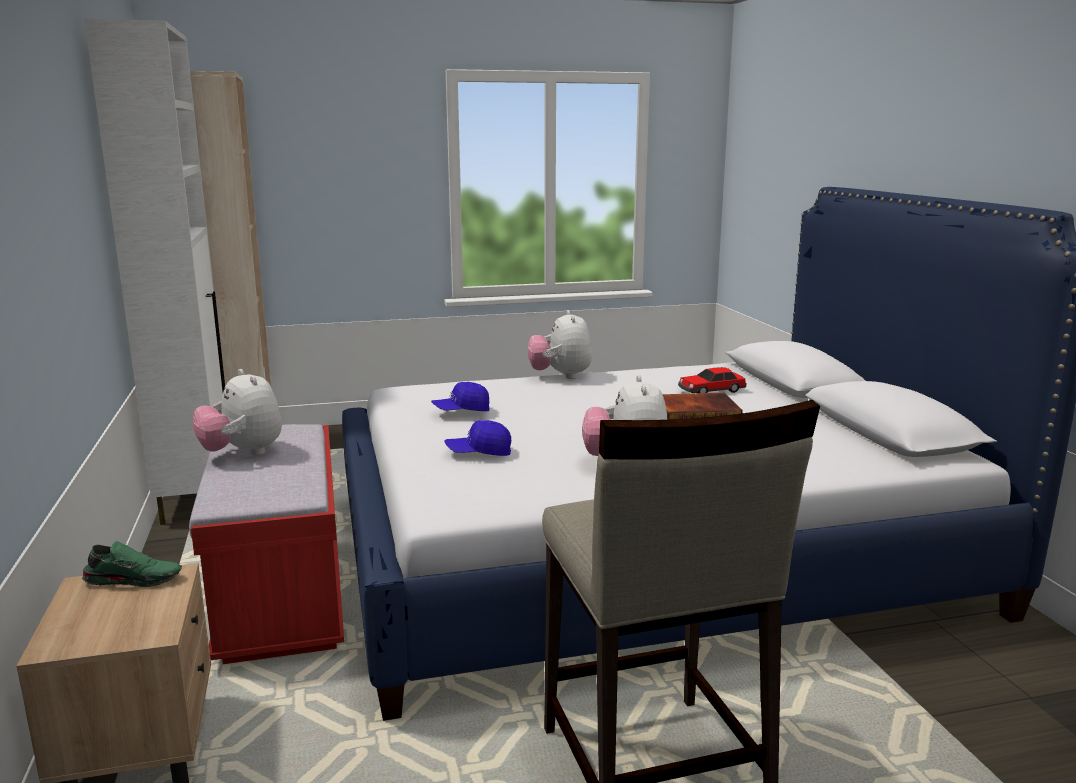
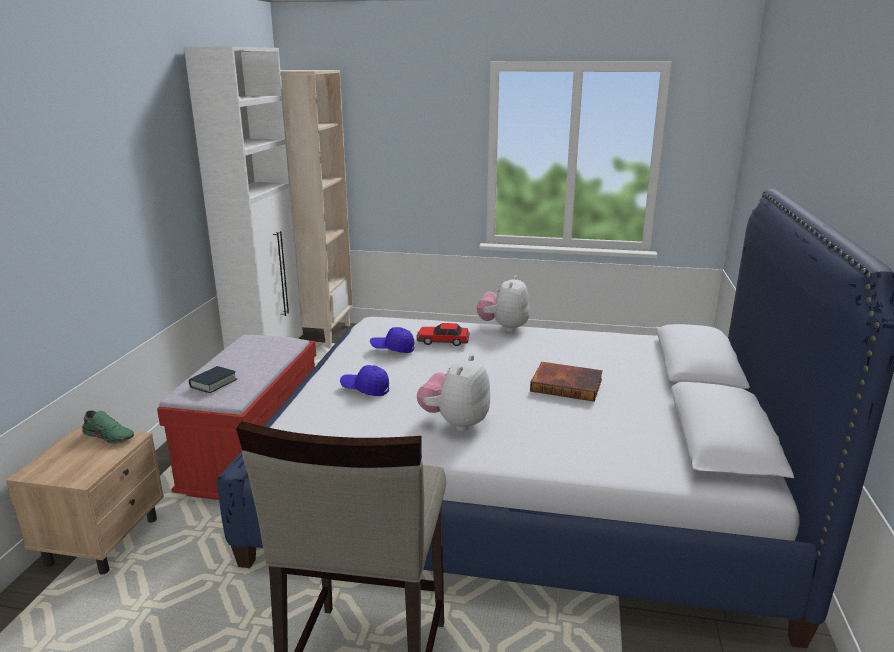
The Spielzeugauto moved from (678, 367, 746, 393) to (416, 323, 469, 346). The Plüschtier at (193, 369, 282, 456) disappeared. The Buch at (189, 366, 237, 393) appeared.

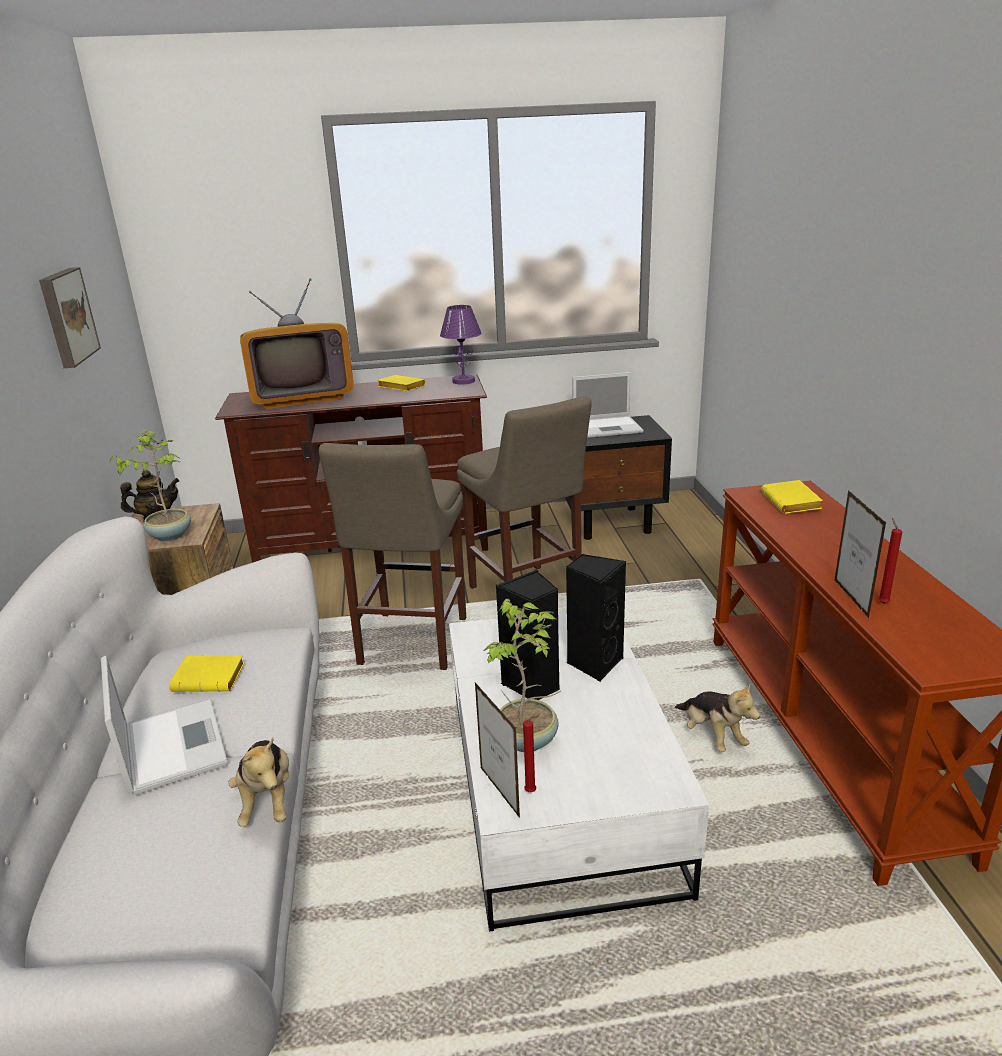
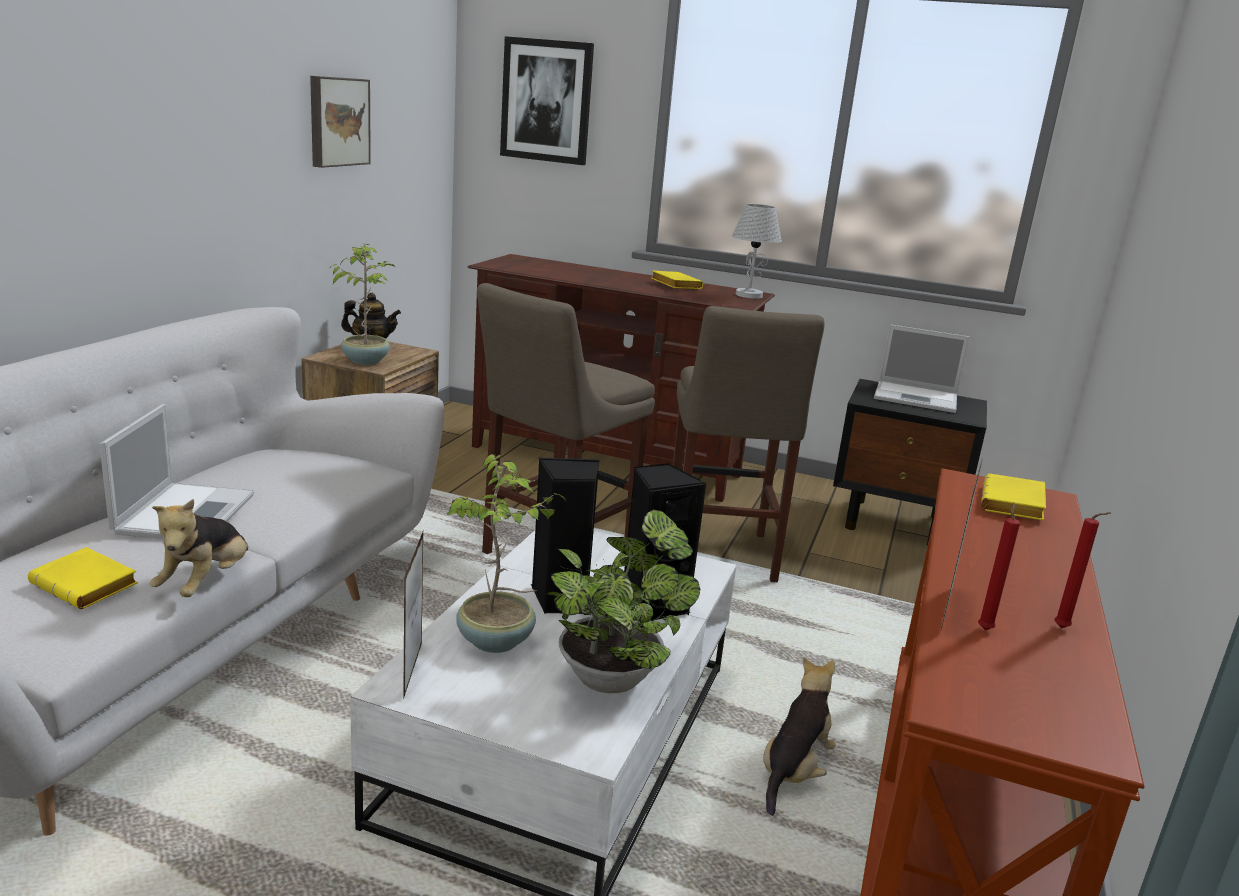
The Fernseher at (240, 278, 354, 409) disappeared. The Tischlampe/lila at (440, 305, 482, 385) became the Tischlampe/weiß at (732, 204, 782, 299). The Buch/gelb moved from (169, 655, 244, 692) to (28, 547, 138, 609). The Plüschtier at (675, 683, 760, 752) turned 150 degrees counterclockwise. The Kerze/rot moved from (523, 716, 538, 792) to (1054, 512, 1111, 628). The Bild at (500, 36, 594, 165) appeared. The Topfpflanze at (546, 510, 700, 693) appeared.

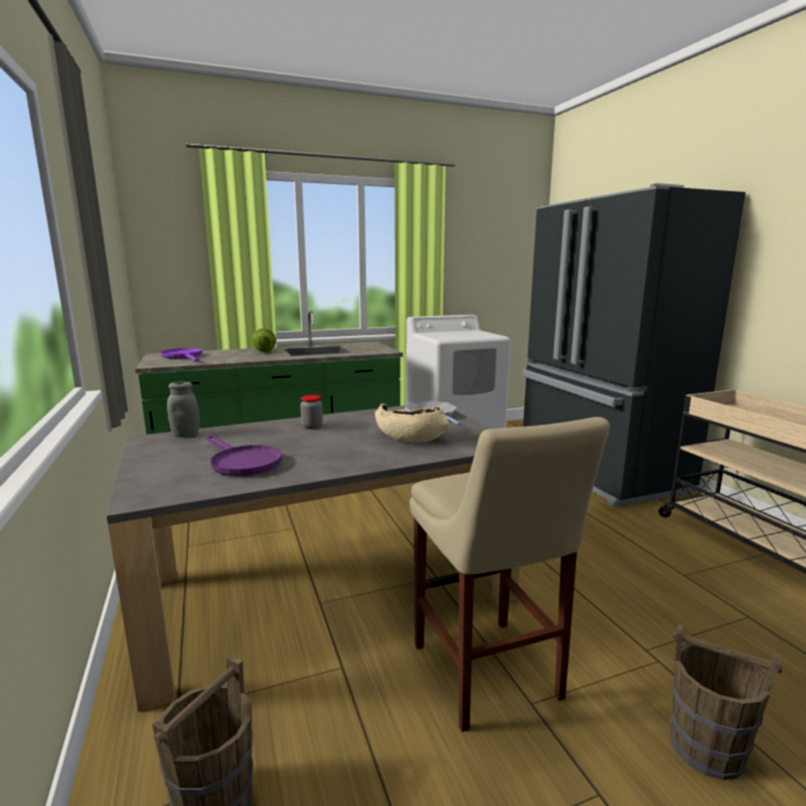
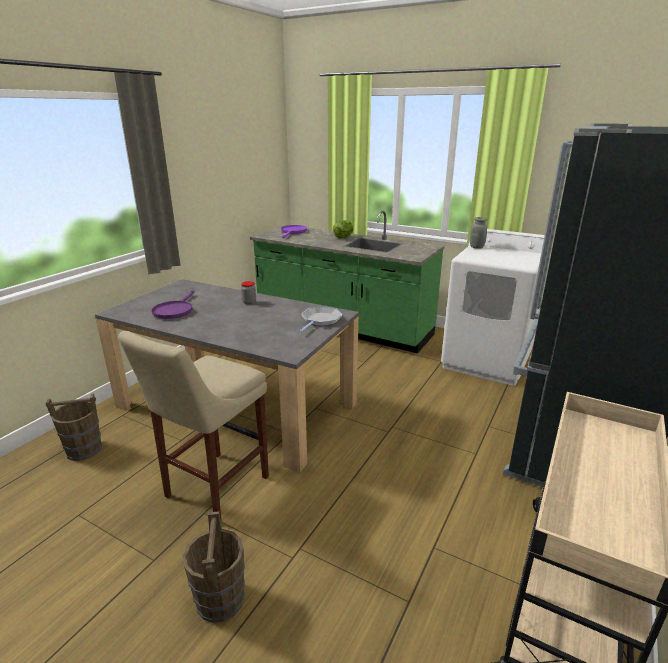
The Vorratsglas/grau moved from (167, 382, 200, 438) to (470, 217, 487, 249). The Schüssel/beige at (375, 404, 450, 443) disappeared.

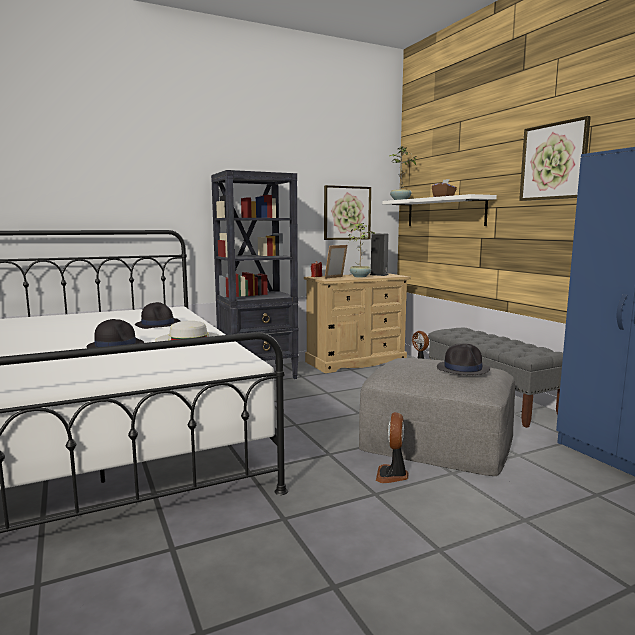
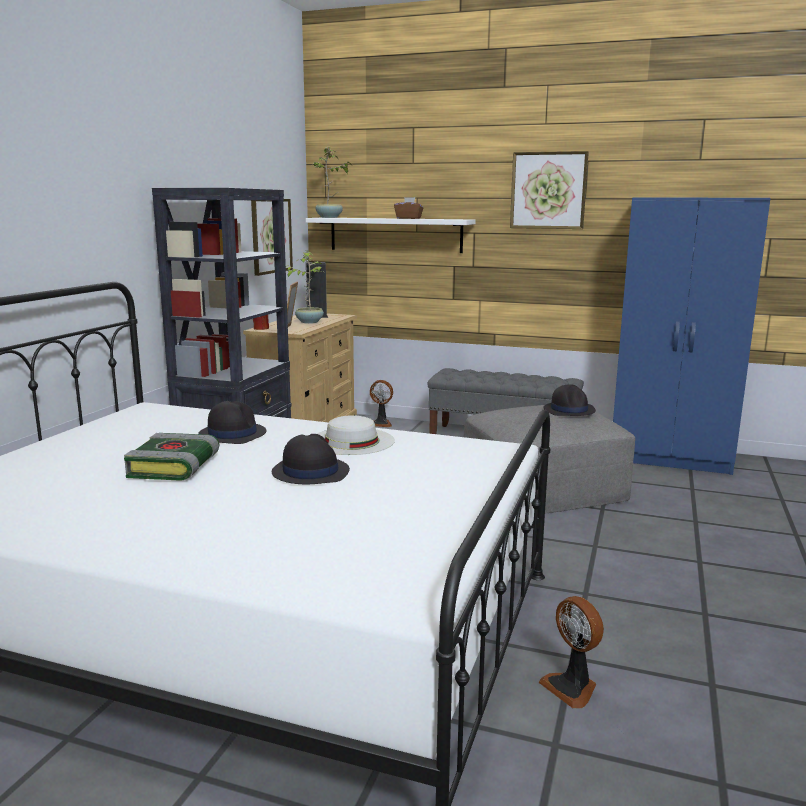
The Ventilator moved from (376, 412, 409, 483) to (539, 596, 604, 708). The Buch at (124, 433, 219, 481) appeared.

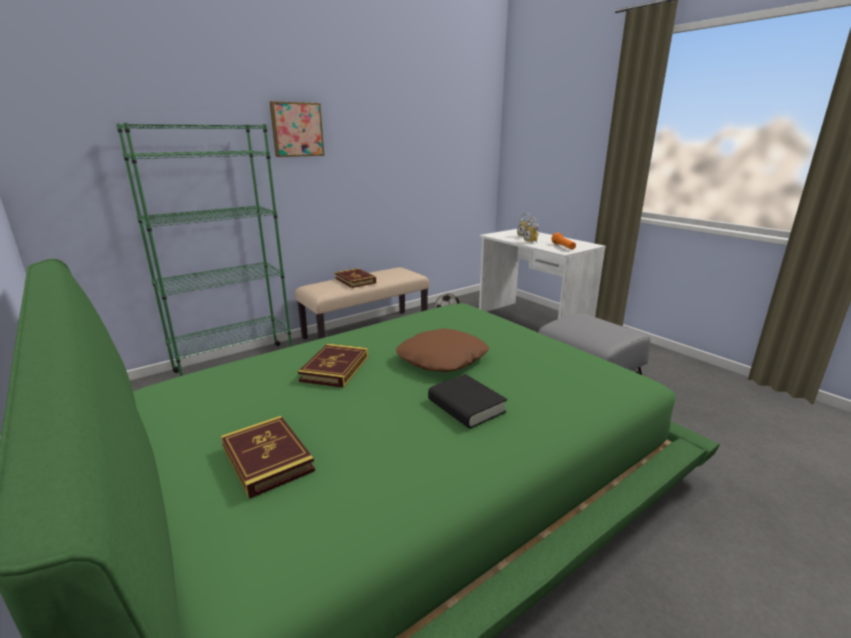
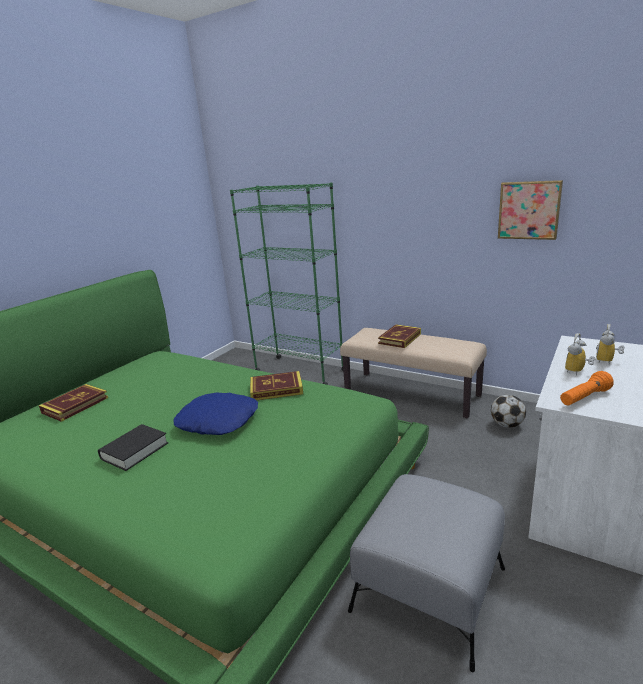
The Bild moved from (269, 101, 324, 157) to (498, 180, 563, 240). The Kissen/braun at (396, 328, 489, 372) became the Kissen/blau at (173, 393, 258, 435). The Buch moved from (298, 343, 368, 388) to (250, 371, 303, 400).

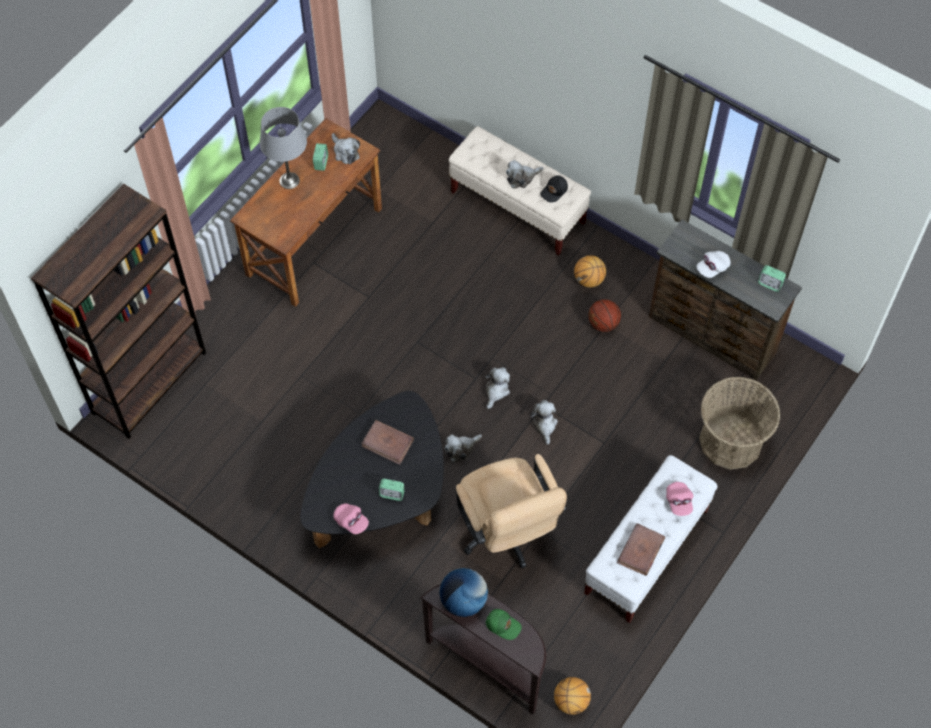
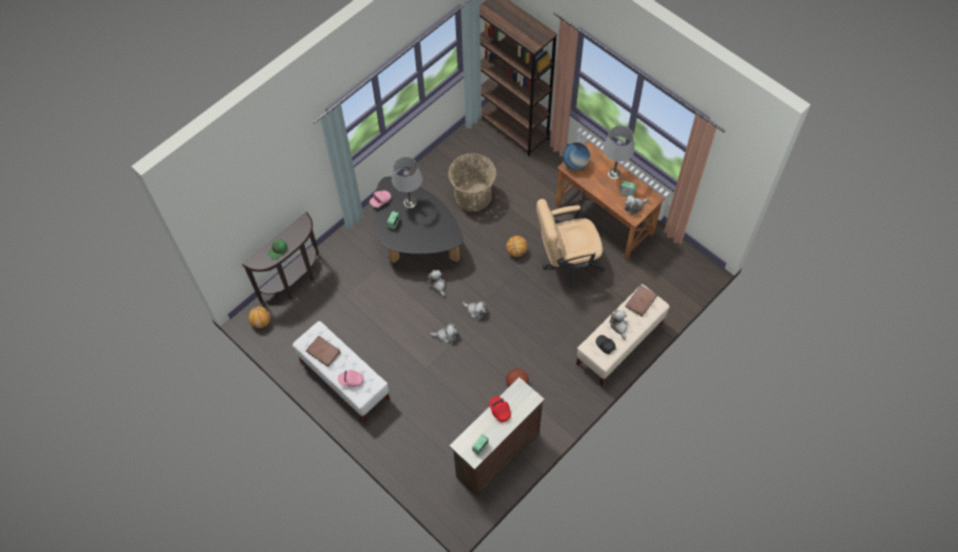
The Kappe/weiß at (696, 251, 731, 278) became the Kappe/rot at (489, 396, 511, 422). The Basketball moved from (574, 255, 606, 288) to (506, 236, 527, 257). The Korb moved from (699, 377, 780, 470) to (448, 153, 497, 212). The Buch/braun moved from (361, 420, 414, 465) to (625, 285, 657, 317). The Bürostuhl/beige moved from (455, 454, 567, 569) to (536, 199, 605, 288). The Globus moved from (440, 568, 488, 617) to (563, 143, 590, 170). The Tischlampe/grau at (392, 157, 422, 208) appeared.

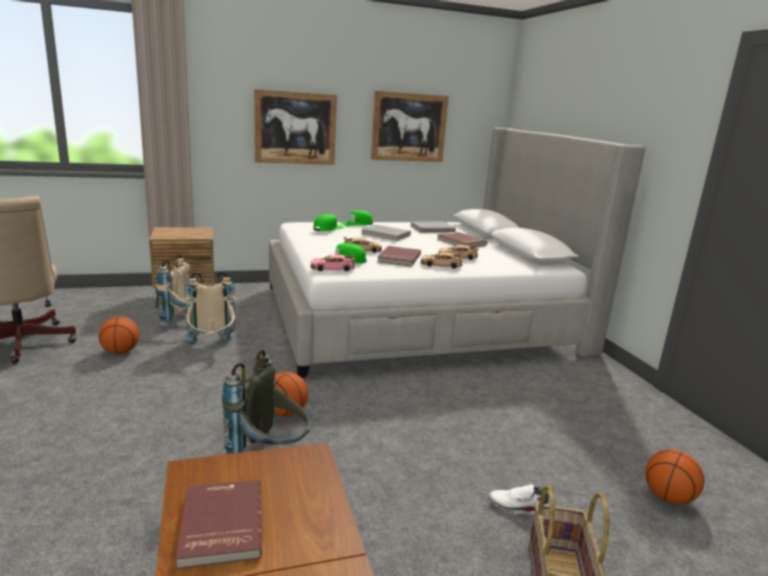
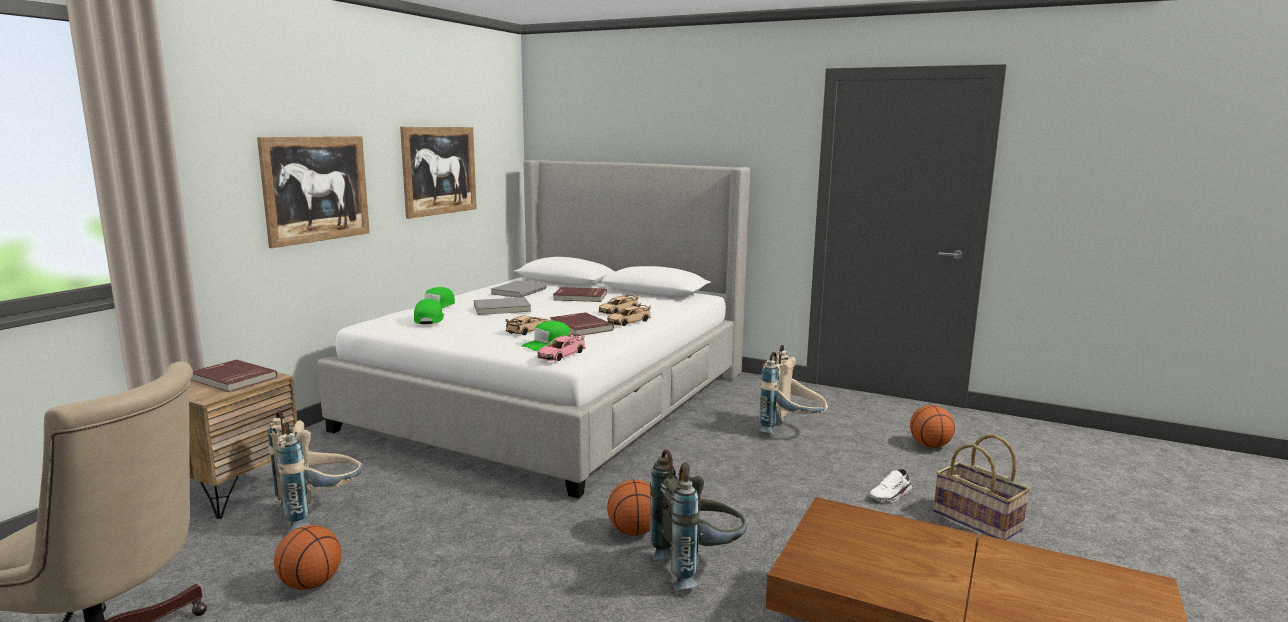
The Rucksack/beige moved from (184, 272, 235, 342) to (758, 345, 828, 435). The Buch/rot moved from (176, 480, 262, 569) to (191, 359, 277, 392).

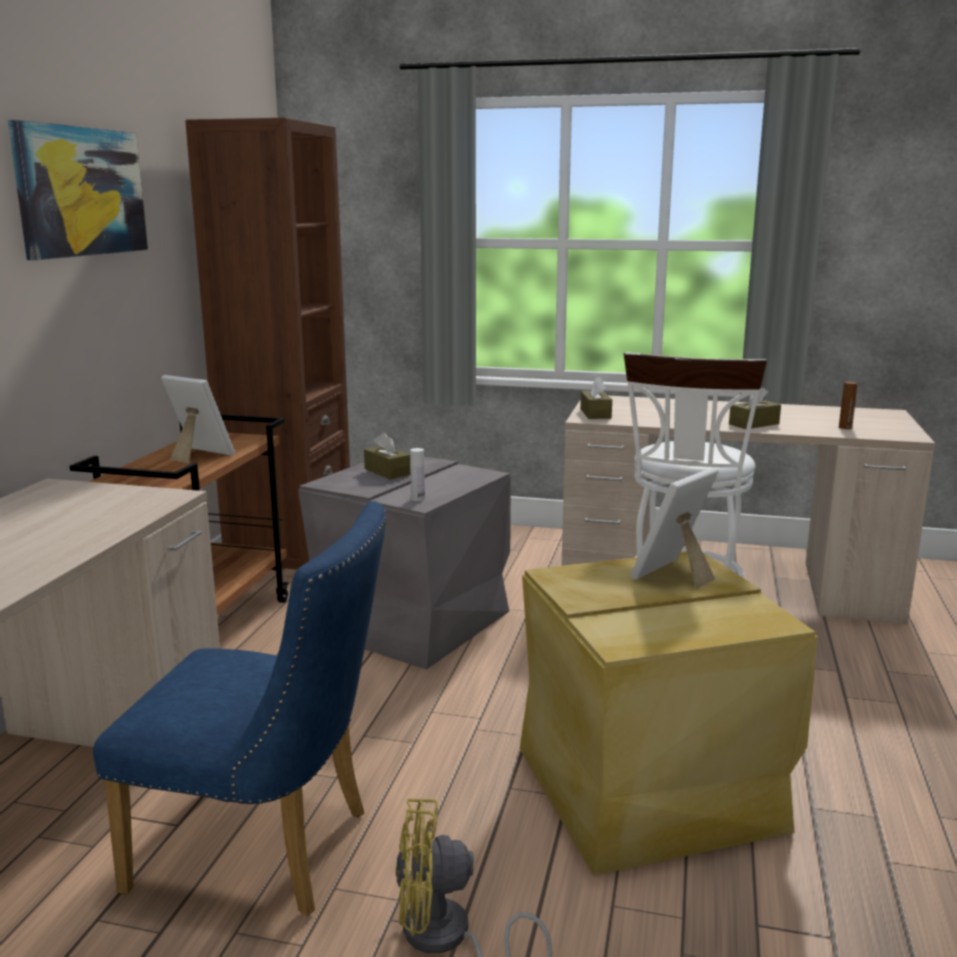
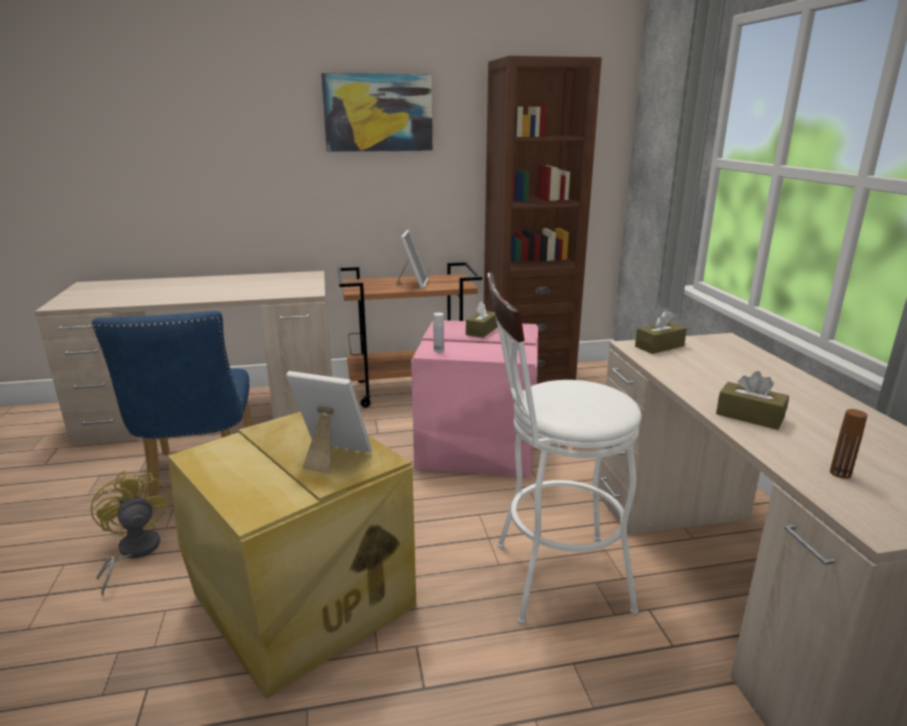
The Aufbewahrungsbox/grau at (298, 457, 511, 670) became the Aufbewahrungsbox/rosa at (411, 320, 538, 477).

